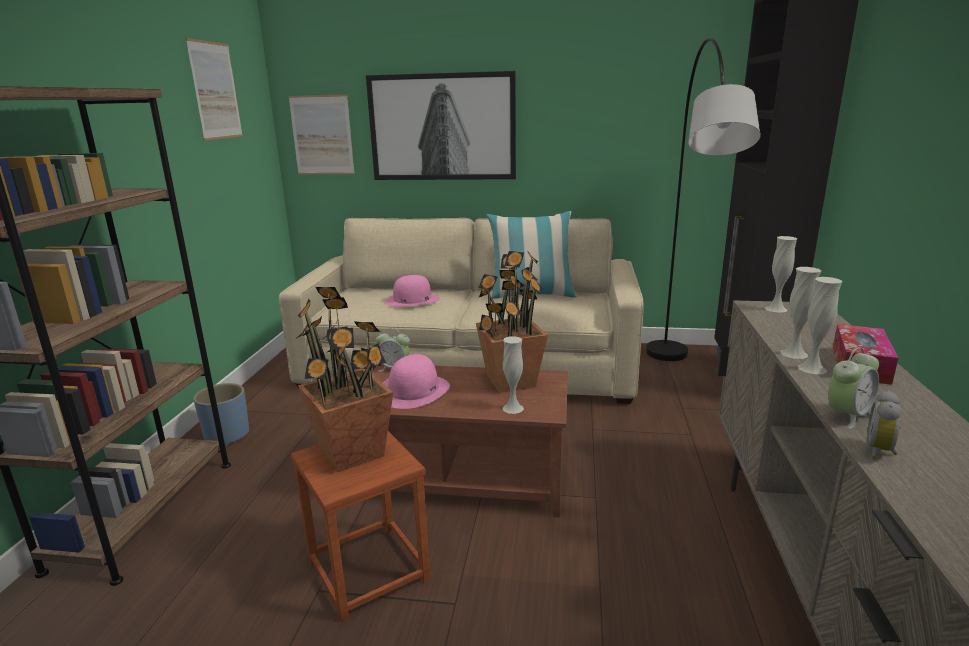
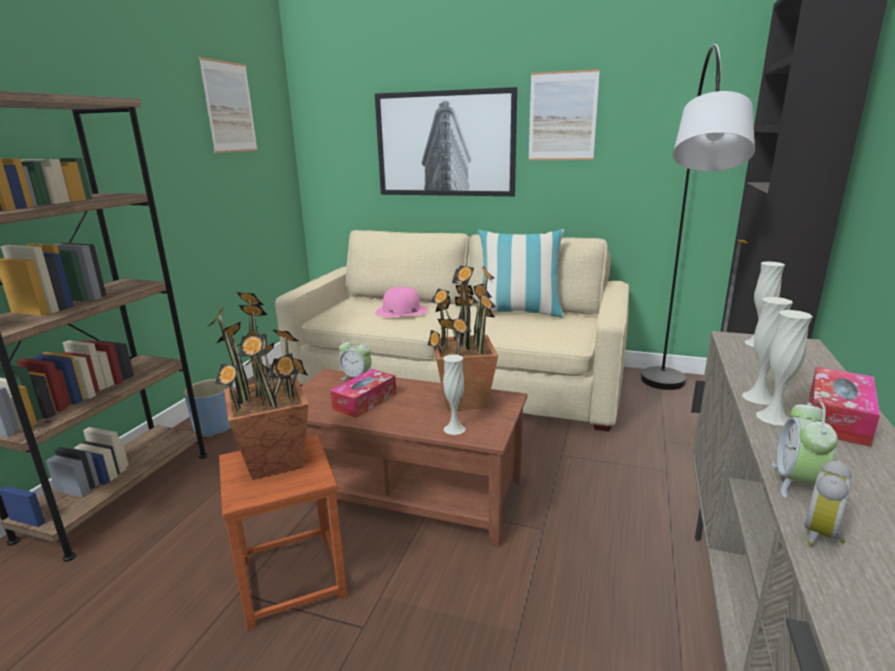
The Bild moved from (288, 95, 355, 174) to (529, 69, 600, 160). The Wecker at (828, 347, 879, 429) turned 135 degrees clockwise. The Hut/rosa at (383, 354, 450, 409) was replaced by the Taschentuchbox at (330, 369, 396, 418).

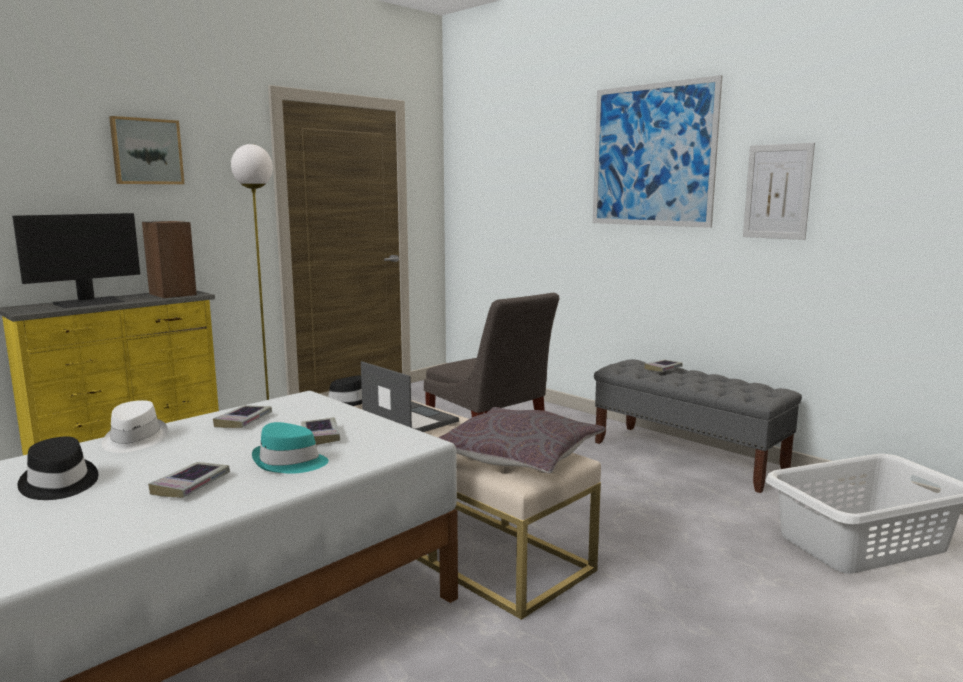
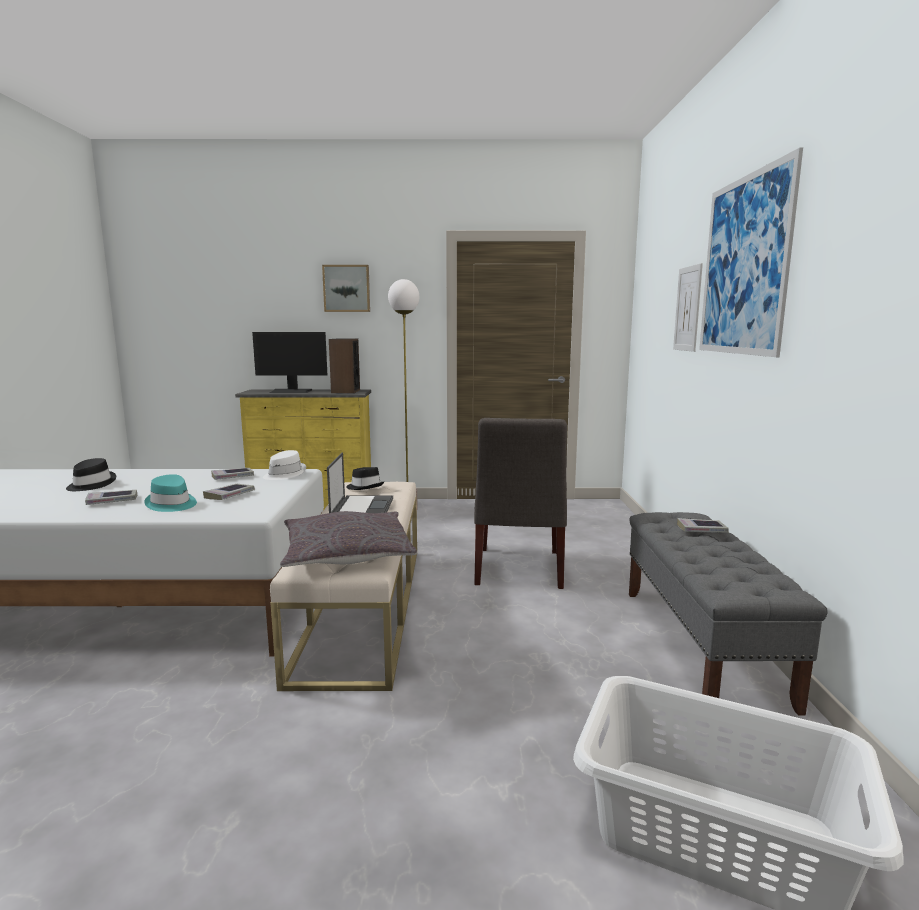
The Bild moved from (743, 143, 815, 240) to (673, 263, 703, 352). The Hut/weiß moved from (102, 400, 168, 453) to (263, 450, 306, 480).

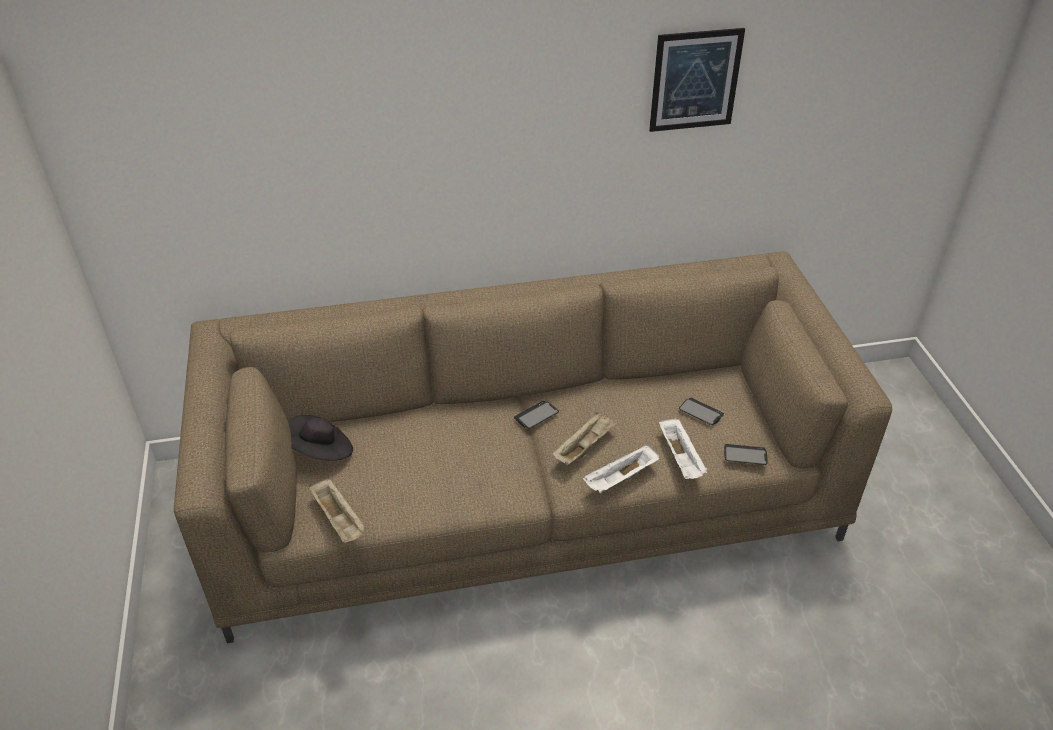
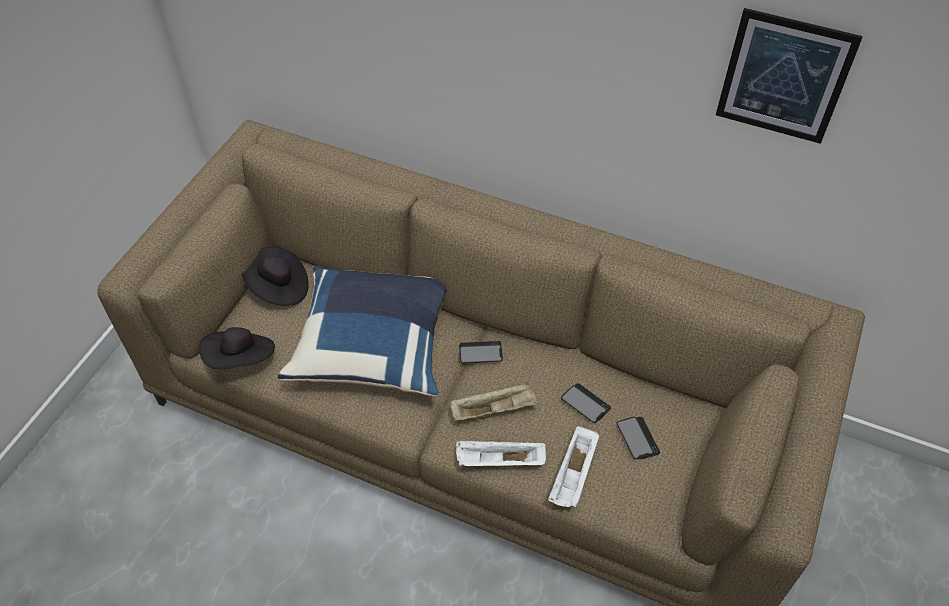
The Handy moved from (724, 444, 768, 465) to (561, 383, 611, 423). The Tablett/beige at (309, 478, 366, 543) was replaced by the Hut/schwarz at (199, 327, 275, 369). The Kissen/blau at (278, 266, 447, 396) appeared.

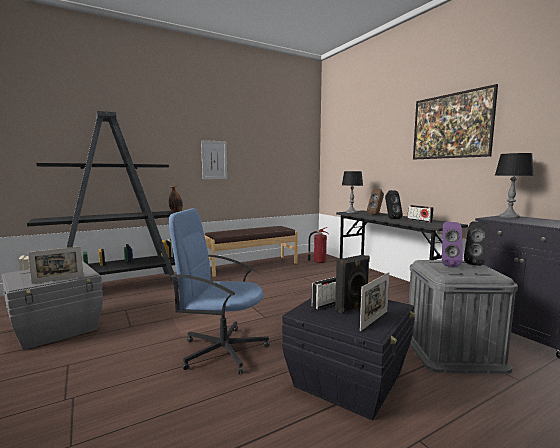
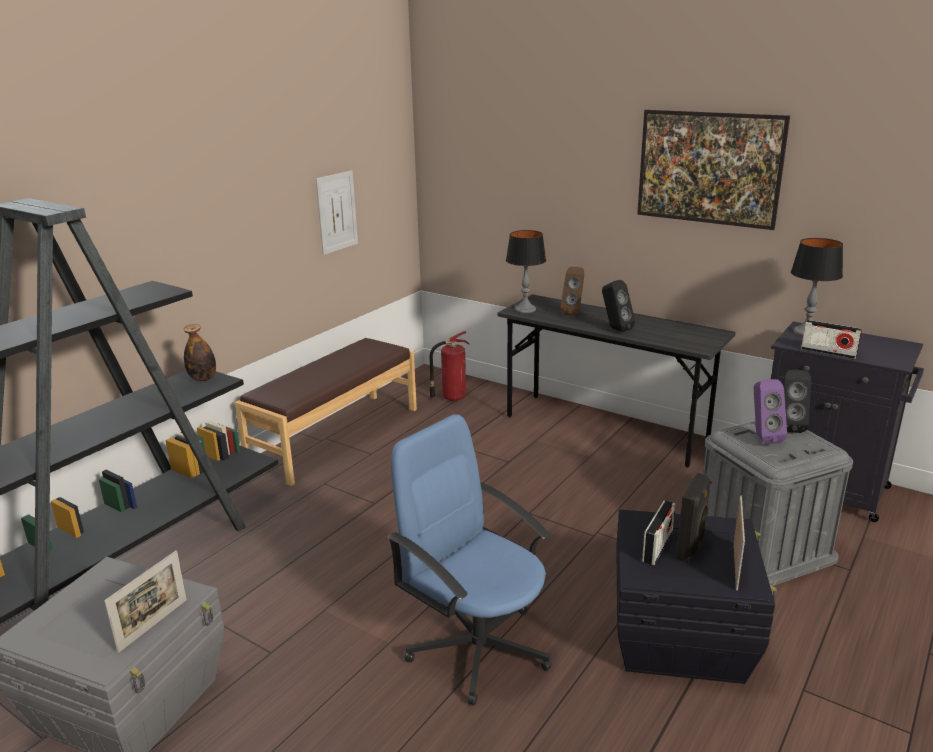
The Bild moved from (201, 140, 227, 179) to (316, 171, 358, 255). The Radio moved from (407, 205, 434, 223) to (801, 320, 862, 359). The Bürostuhl/blau at (169, 208, 270, 374) turned 60 degrees clockwise.

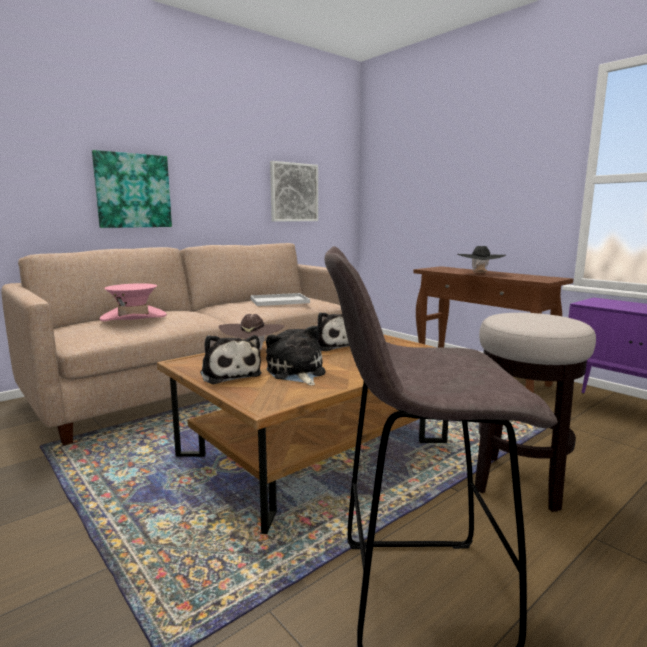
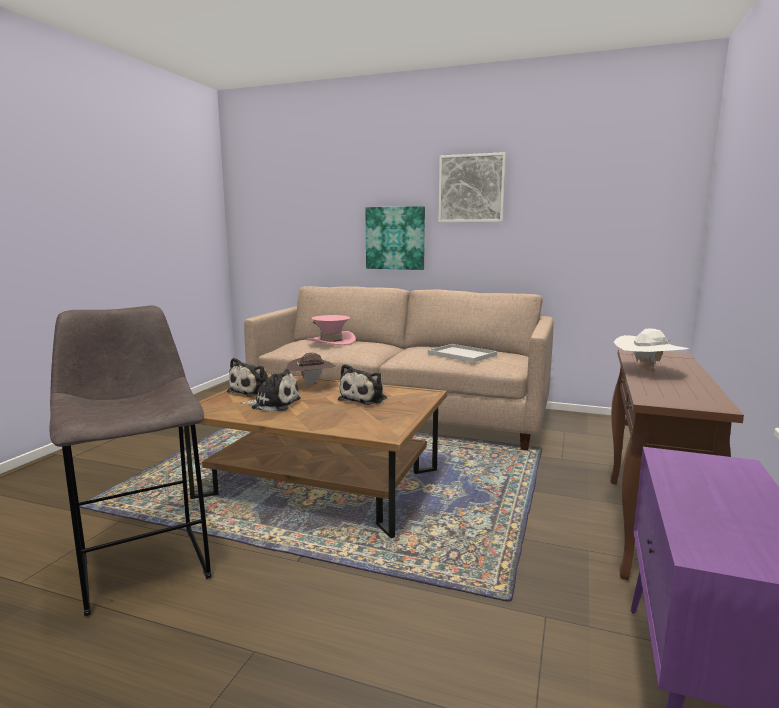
The Bild moved from (270, 161, 318, 222) to (438, 152, 506, 223). The Hut/schwarz at (458, 246, 506, 273) became the Hut/weiß at (614, 329, 690, 372). The Hocker at (475, 313, 596, 512) disappeared. The Plüschtier at (266, 326, 325, 386) turned 60 degrees clockwise.

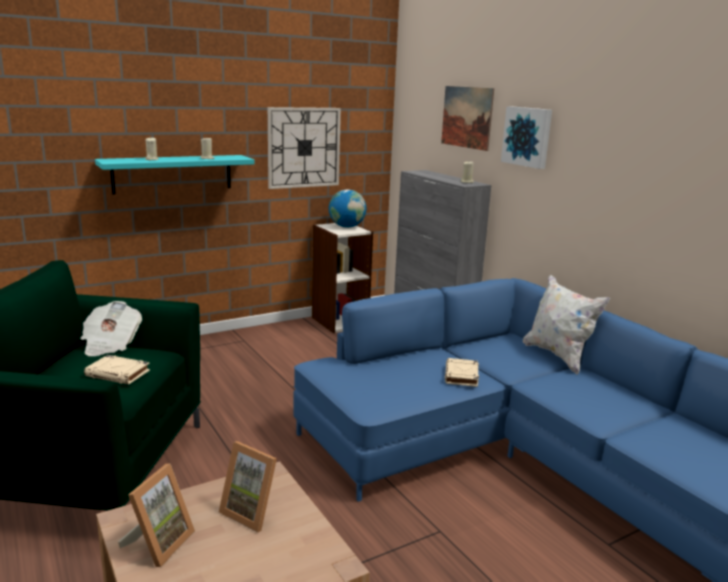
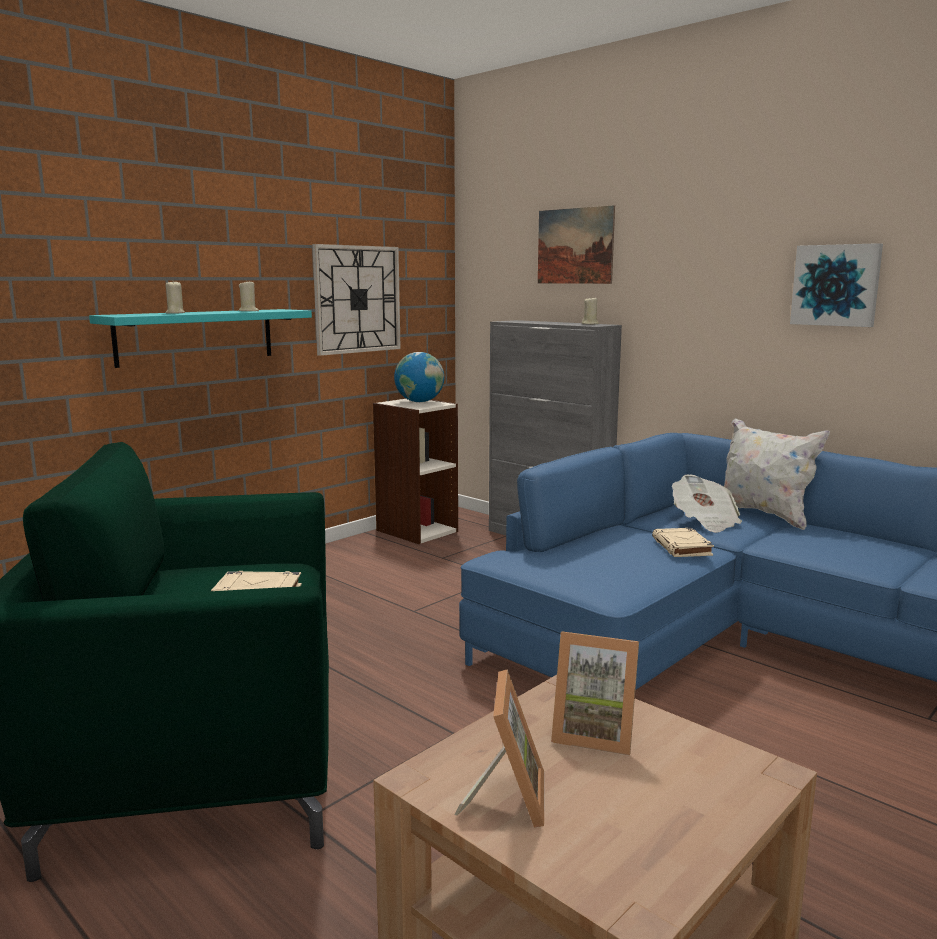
The Bild moved from (501, 106, 552, 169) to (790, 243, 883, 327). The Zeitung moved from (80, 301, 142, 356) to (672, 475, 742, 533).

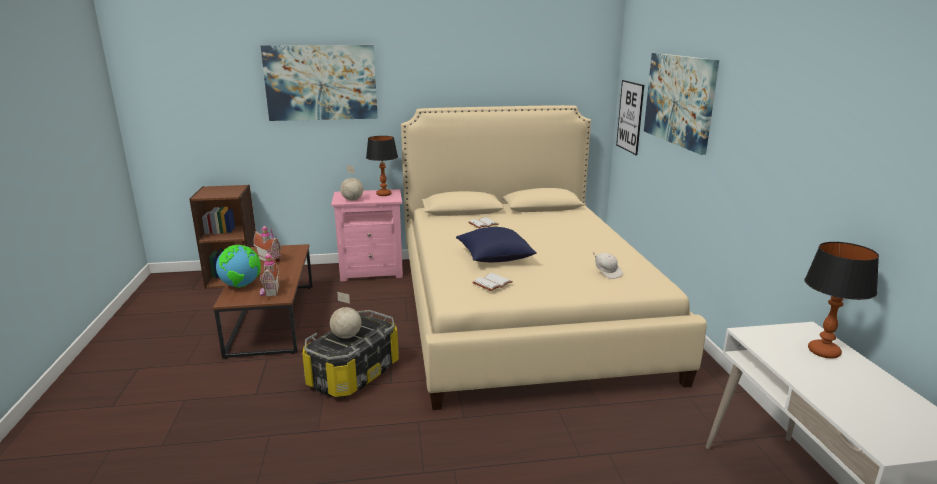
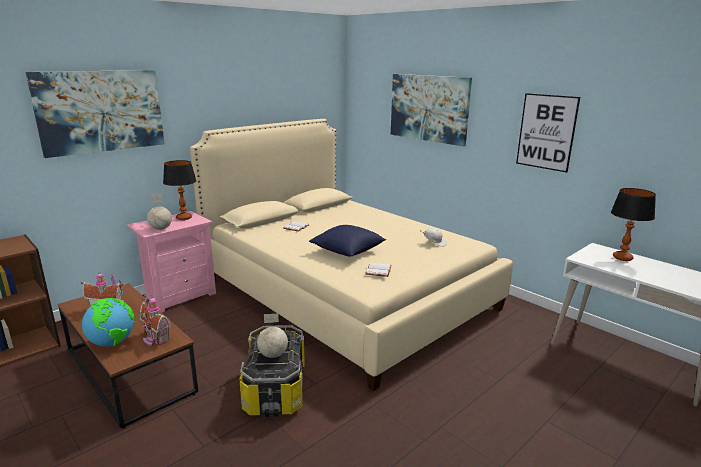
The Bild moved from (616, 80, 644, 155) to (516, 93, 580, 173).

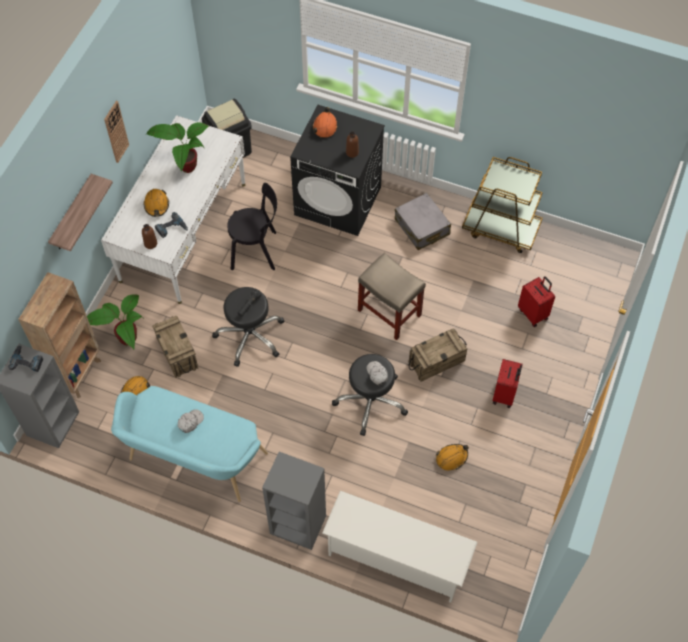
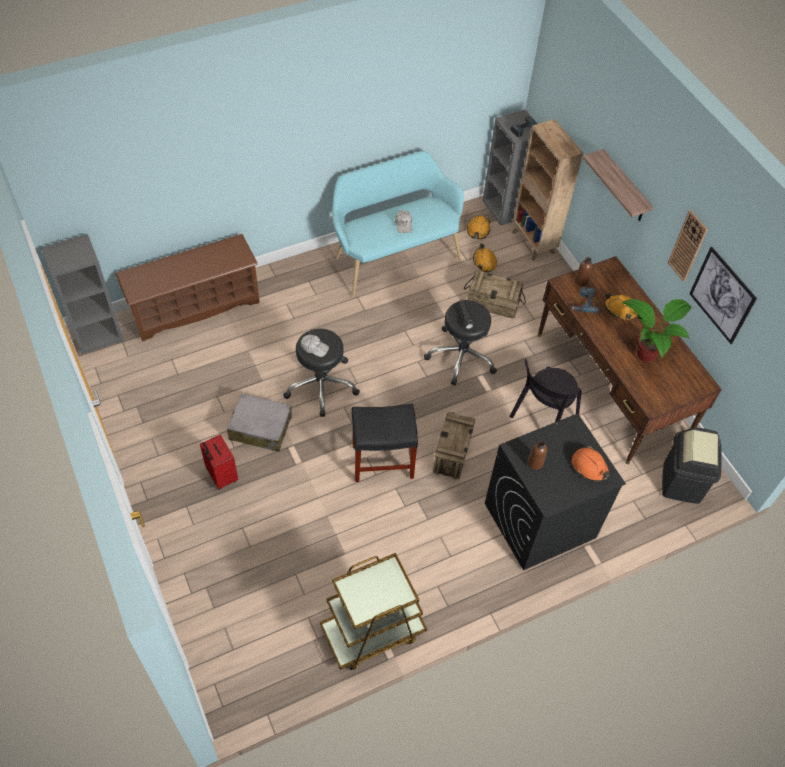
The Schreibtisch/weiß at (101, 115, 245, 304) became the Schreibtisch/braun at (538, 256, 722, 464). The Koffer/grau moved from (395, 193, 451, 250) to (227, 393, 292, 452). The Hocker/beige at (358, 253, 426, 340) became the Hocker/schwarz at (352, 404, 418, 482). The Koffer/rot at (518, 276, 555, 327) disappeared. The Topfpflanze at (87, 294, 143, 349) disappeared. The Kiste moved from (409, 328, 468, 382) to (433, 412, 476, 480). The Schutzhelm/orange moved from (436, 444, 469, 471) to (467, 215, 491, 239). The Bücherregal/grau moved from (262, 452, 326, 550) to (41, 234, 124, 354). The Schuhregal/weiß at (322, 491, 478, 603) became the Schuhregal/braun at (115, 234, 260, 341). The Bild at (689, 247, 757, 344) appeared.

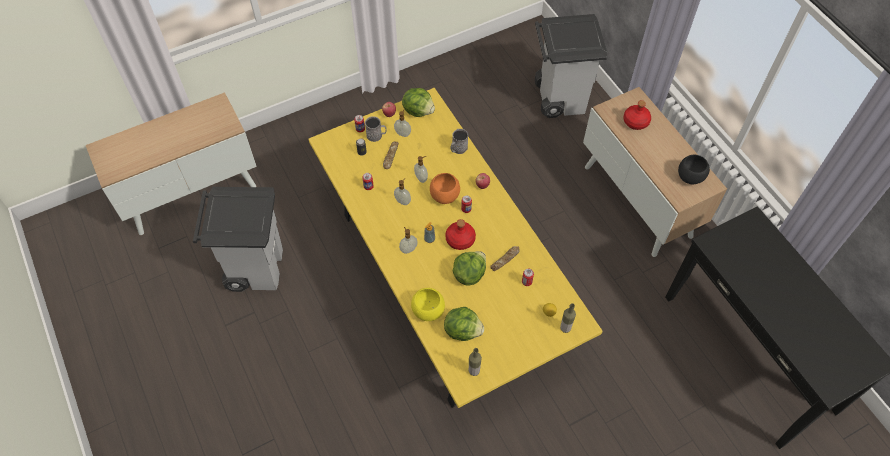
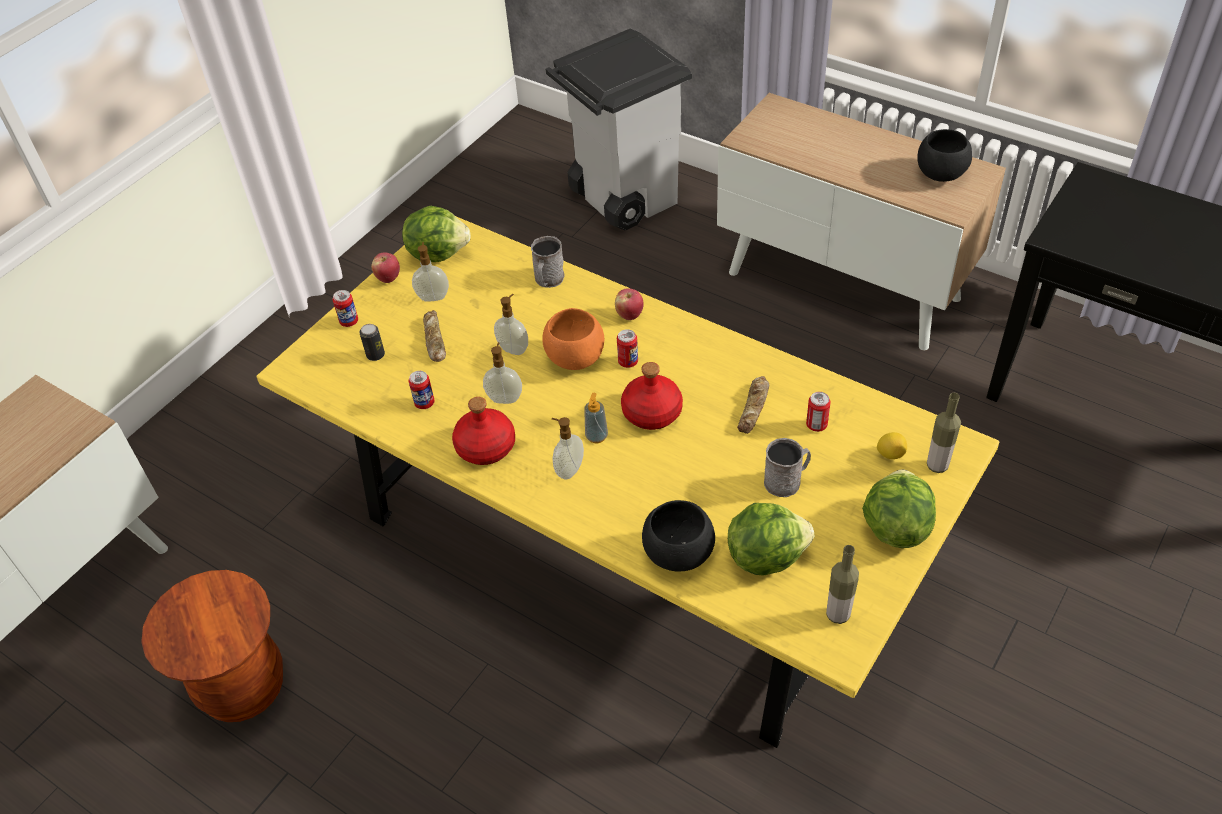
The Flasche/rot moved from (623, 100, 651, 130) to (452, 397, 515, 465). The Henkelbecher/grau moved from (365, 116, 387, 142) to (764, 438, 811, 497). The Mülleimer/grau at (193, 187, 283, 292) was replaced by the Hocker/braun at (141, 570, 283, 722). The Salatkopf moved from (453, 251, 486, 286) to (862, 469, 936, 548). The Schüssel/gelb at (411, 288, 445, 321) became the Schüssel/schwarz at (642, 500, 715, 572).

